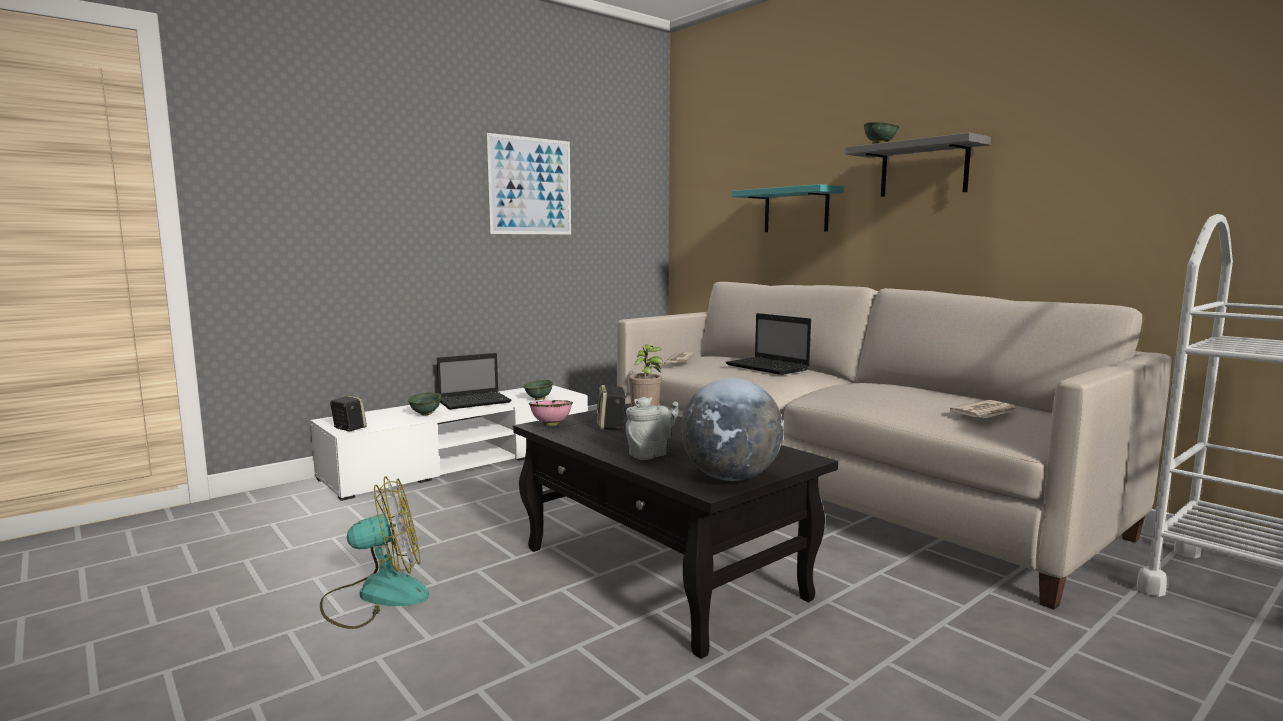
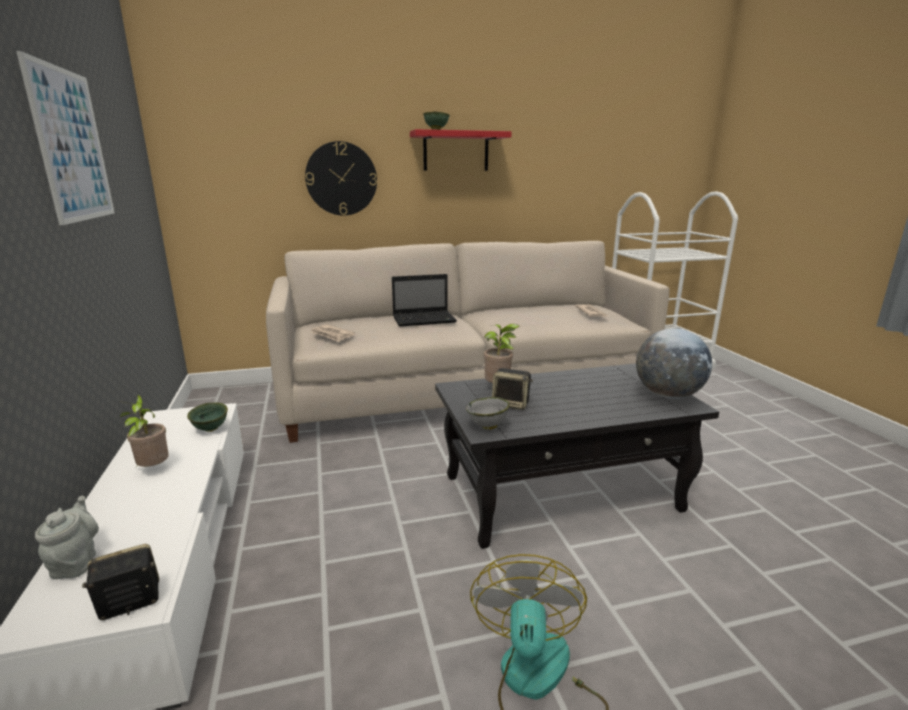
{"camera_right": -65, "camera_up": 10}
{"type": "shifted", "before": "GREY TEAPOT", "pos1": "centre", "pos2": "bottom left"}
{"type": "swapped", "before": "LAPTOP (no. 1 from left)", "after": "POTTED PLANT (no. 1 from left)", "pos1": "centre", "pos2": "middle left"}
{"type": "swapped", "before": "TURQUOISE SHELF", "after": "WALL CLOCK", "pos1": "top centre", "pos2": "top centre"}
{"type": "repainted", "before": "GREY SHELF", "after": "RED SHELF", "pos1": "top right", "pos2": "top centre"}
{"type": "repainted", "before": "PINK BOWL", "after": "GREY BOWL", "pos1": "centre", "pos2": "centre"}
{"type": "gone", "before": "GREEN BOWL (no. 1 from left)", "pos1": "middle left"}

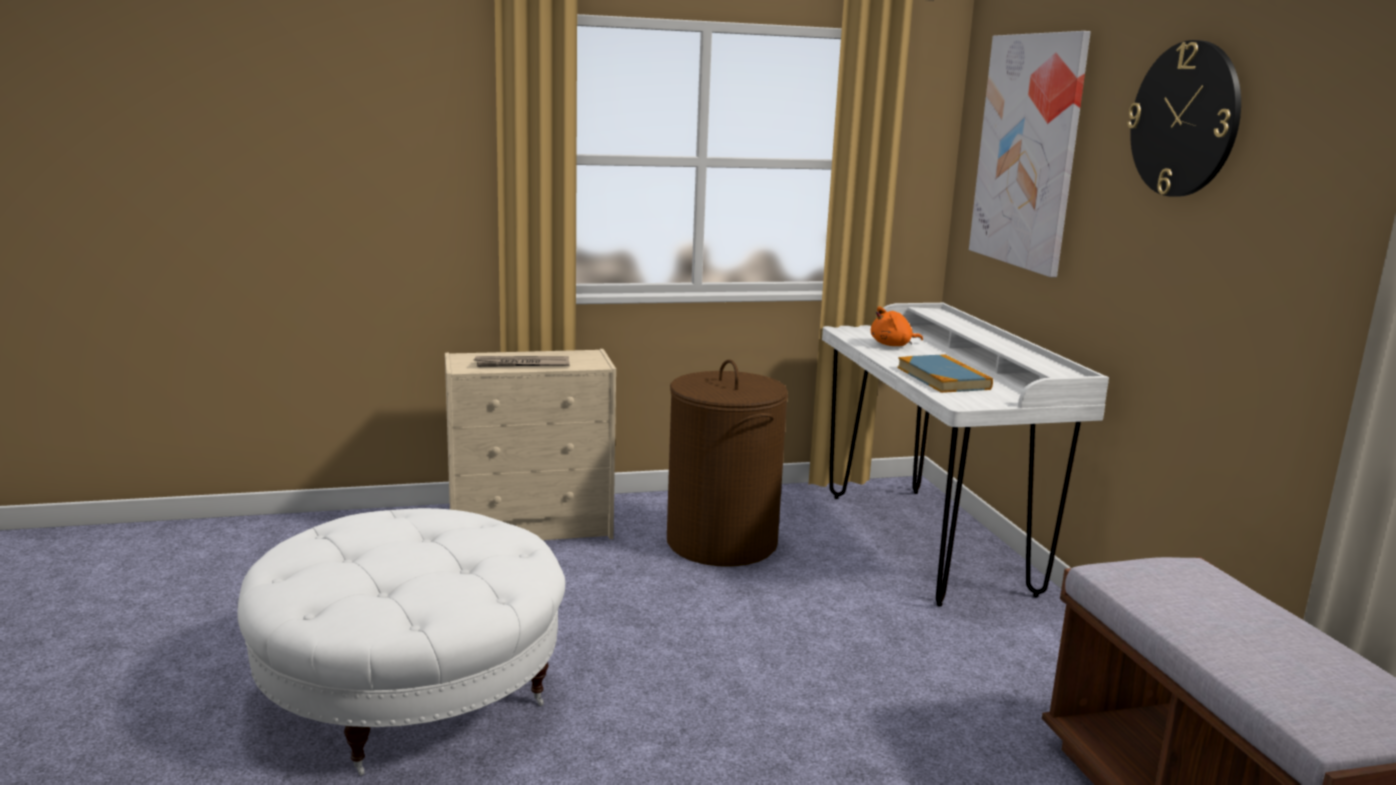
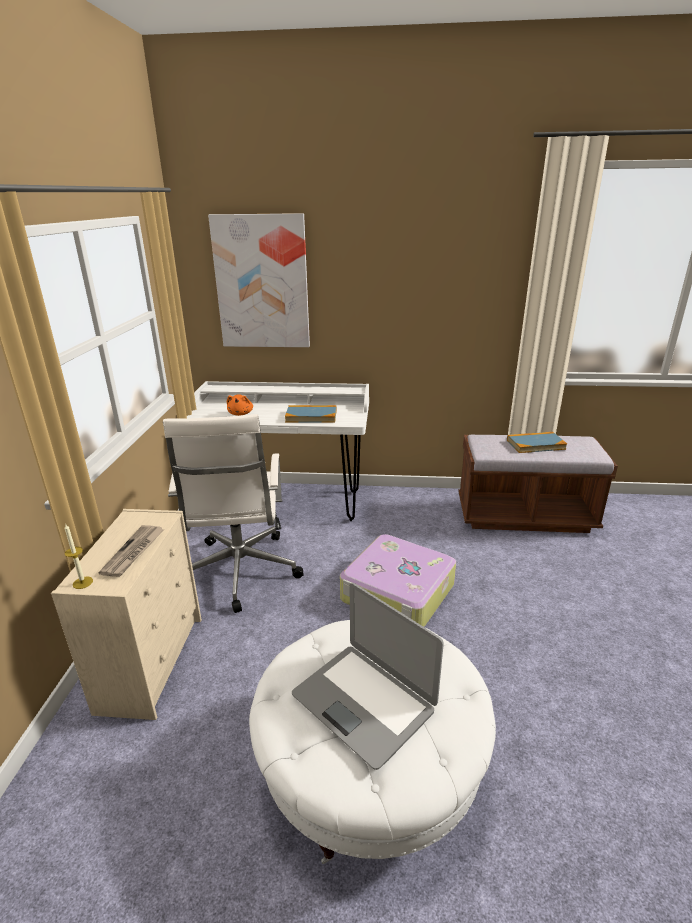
{"camera_right": -70, "camera_up": 10}
{"type": "new", "after": "CANDLE", "pos2": "middle left"}
{"type": "swapped", "before": "BROWN LAUNDRY BASKET", "after": "WHITE OFFICE CHAIR", "pos1": "centre", "pos2": "centre"}
{"type": "new", "after": "LAPTOP", "pos2": "bottom centre"}
{"type": "new", "after": "SUITCASE", "pos2": "centre"}
{"type": "new", "after": "BOOK (no. 2 from left)", "pos2": "middle right"}
{"type": "gone", "before": "WALL CLOCK", "pos1": "top right"}

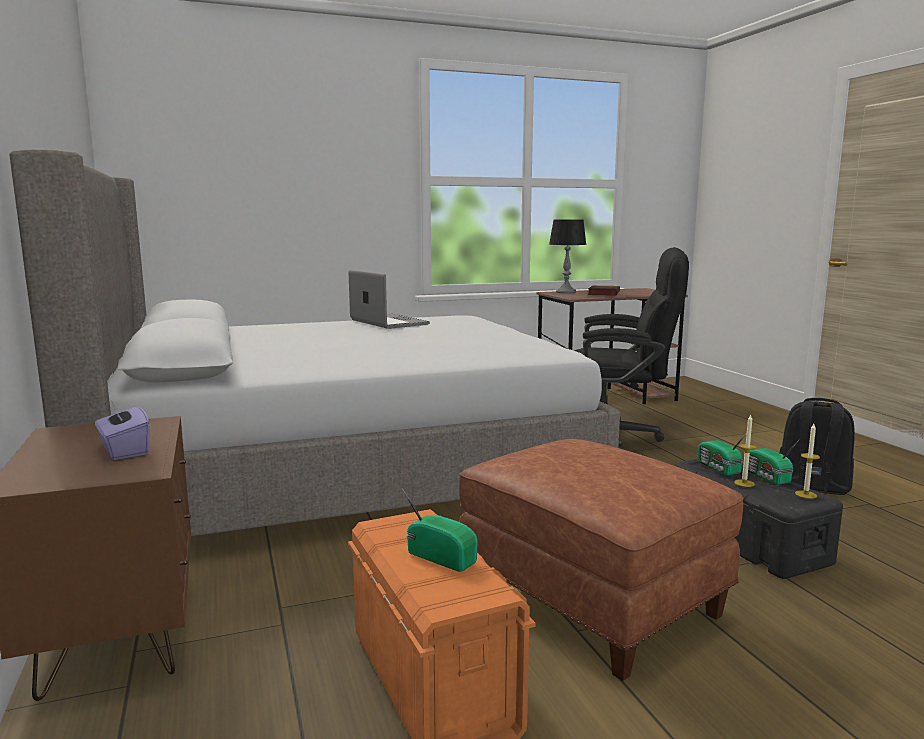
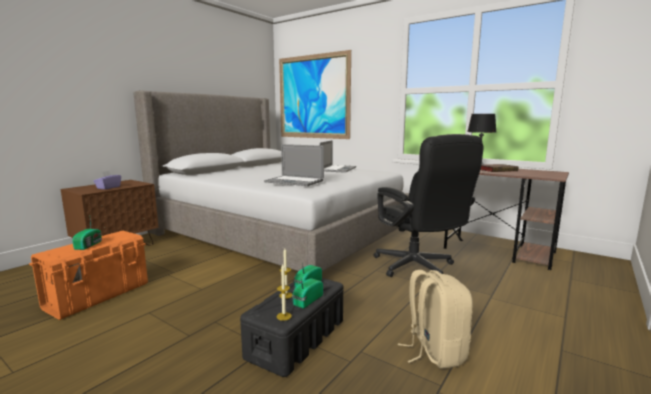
{"camera_right": 55, "camera_up": 0}
{"type": "new", "after": "LAPTOP (no. 1 from left)", "pos2": "centre"}
{"type": "new", "after": "PICTURE", "pos2": "top centre"}
{"type": "repainted", "before": "BLACK BACKPACK", "after": "BEIGE BACKPACK", "pos1": "middle right", "pos2": "bottom right"}
{"type": "gone", "before": "BROWN OTTOMAN", "pos1": "bottom centre"}

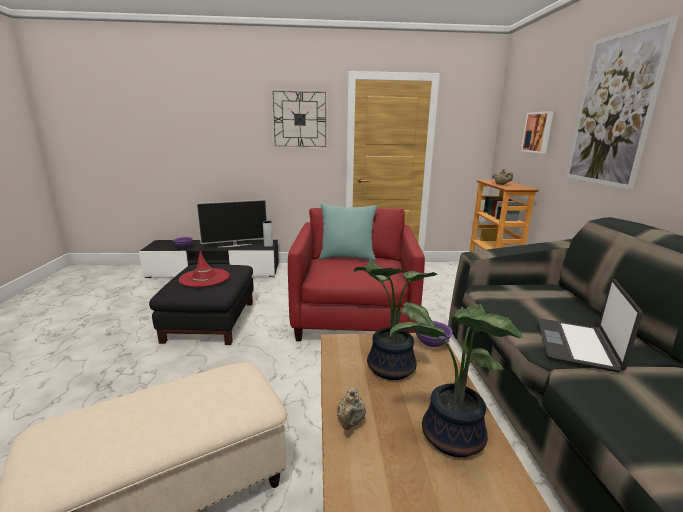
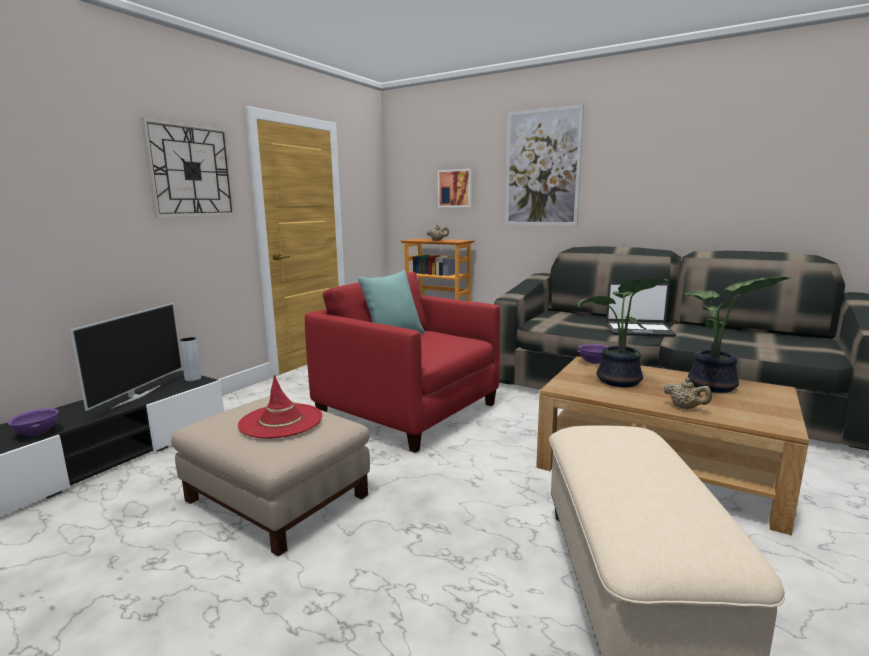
{"camera_right": -55, "camera_up": -5}
{"type": "repainted", "before": "BLACK OTTOMAN", "after": "BEIGE OTTOMAN (no. 1 from left)", "pos1": "middle left", "pos2": "bottom left"}
{"type": "rotated", "before": "LAPTOP", "pos1": "middle right", "pos2": "middle right", "turn": -45}

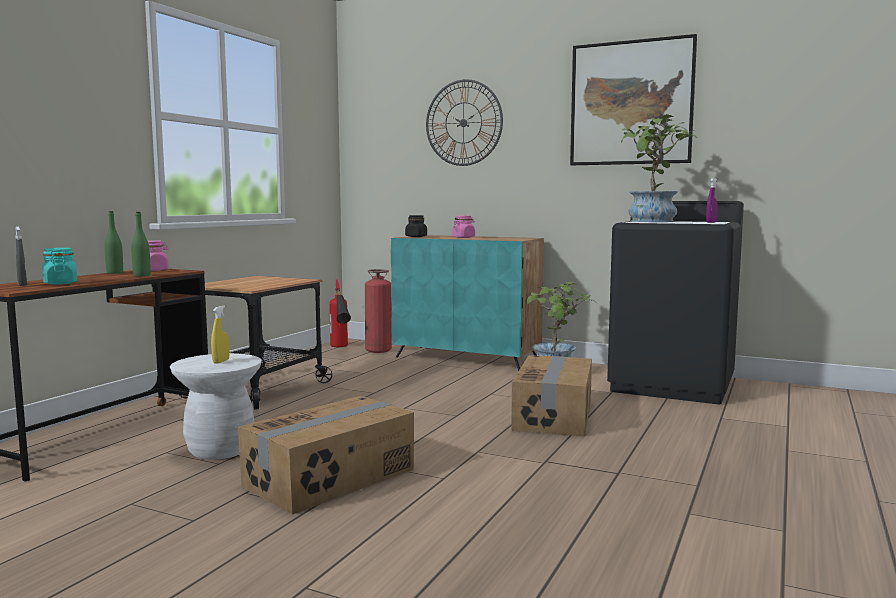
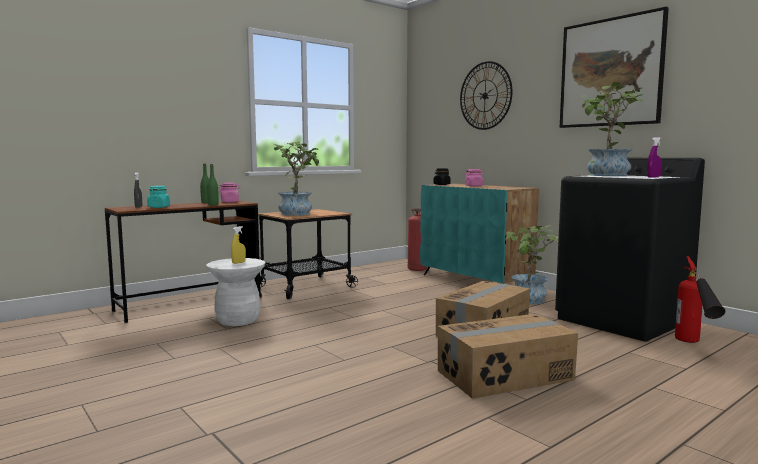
{"camera_right": 25, "camera_up": 0}
{"type": "new", "after": "POTTED PLANT (no. 1 from left)", "pos2": "centre"}
{"type": "shifted", "before": "CARDBOARD BOX (no. 1 from left in the first image)", "after": "CARDBOARD BOX (no. 2 from left)", "pos1": "bottom centre", "pos2": "bottom right"}
{"type": "shifted", "before": "FIRE EXTINGUISHER (no. 1 from left in the first image)", "after": "FIRE EXTINGUISHER (no. 2 from left)", "pos1": "centre", "pos2": "middle right"}

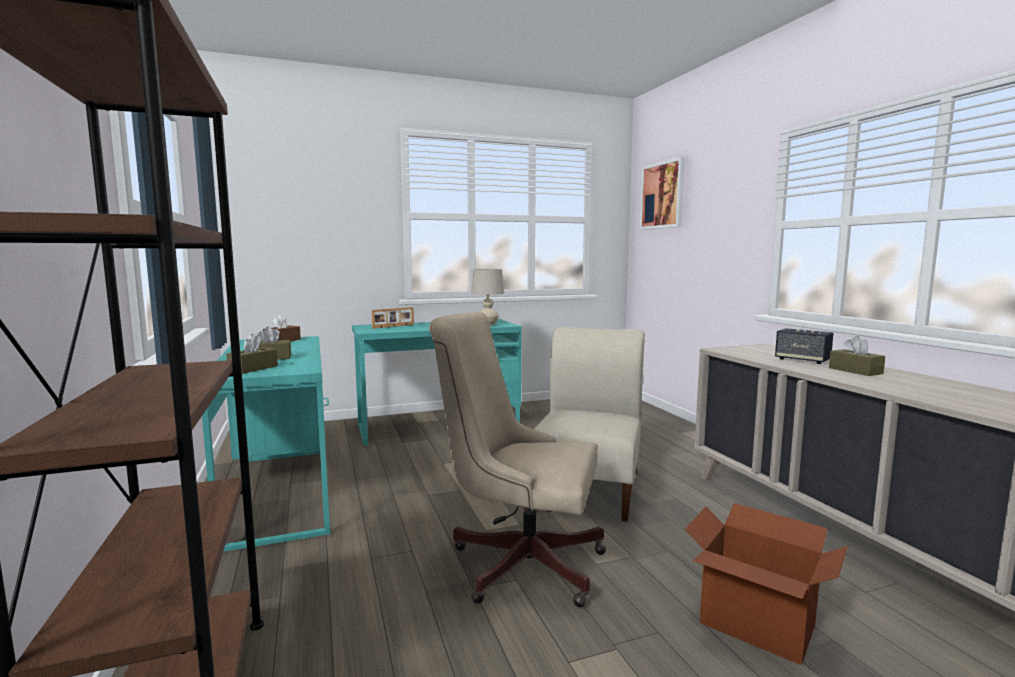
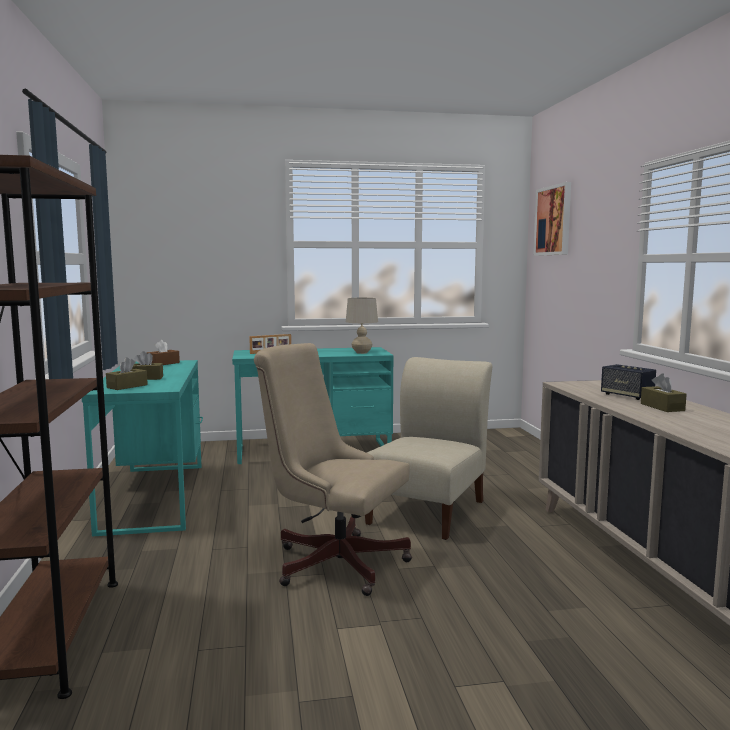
{"camera_right": 10, "camera_up": 0}
{"type": "gone", "before": "CARDBOARD BOX", "pos1": "bottom right"}

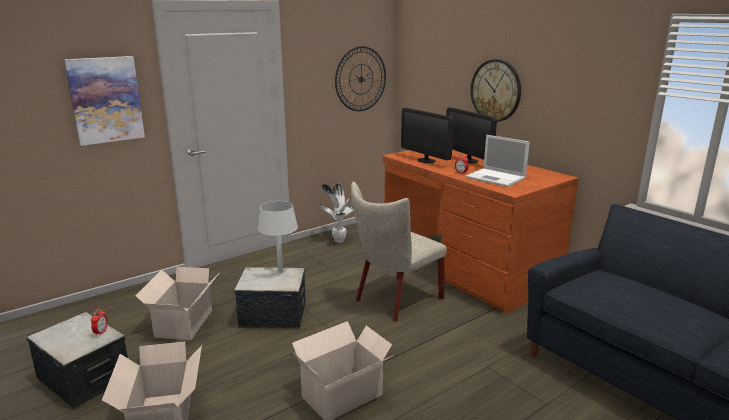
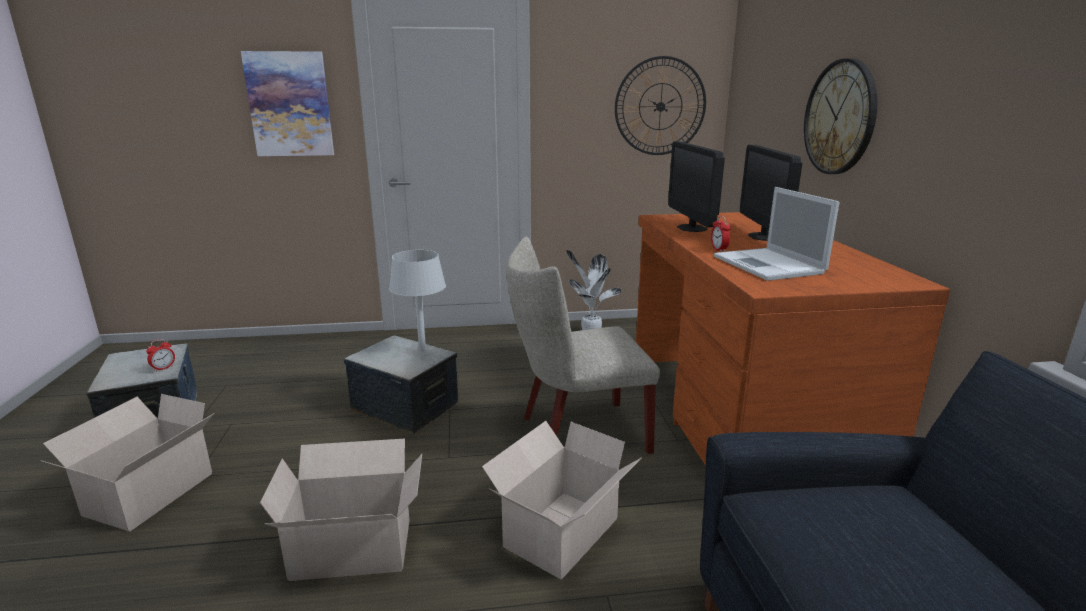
{"camera_right": 30, "camera_up": 0}
{"type": "shifted", "before": "CARDBOARD BOX (no. 2 from left in the first image)", "after": "CARDBOARD BOX (no. 3 from left)", "pos1": "bottom left", "pos2": "bottom centre"}

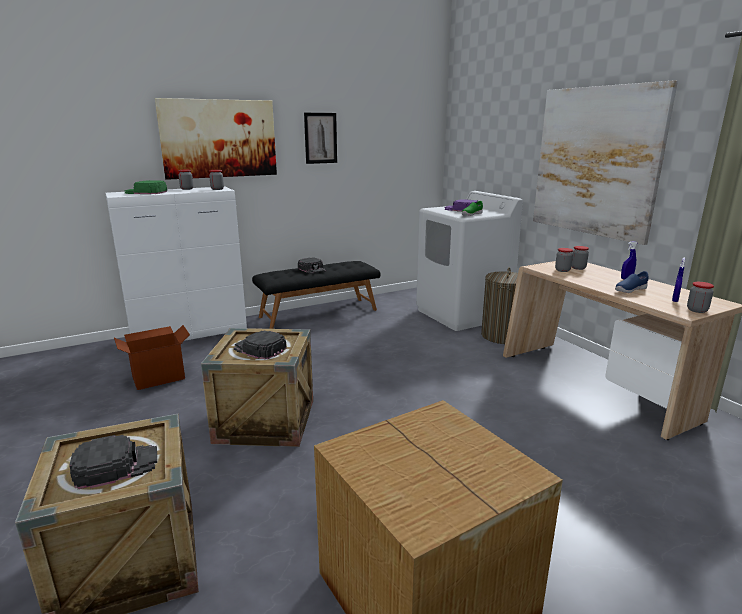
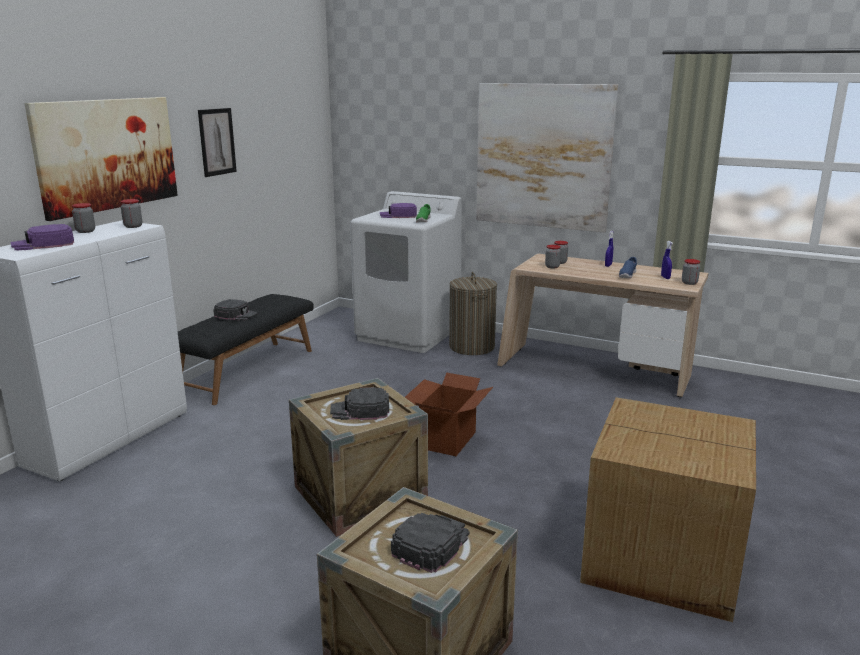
{"camera_right": -35, "camera_up": 0}
{"type": "repainted", "before": "GREEN CAP", "after": "PURPLE CAP (no. 1 from left)", "pos1": "top left", "pos2": "middle left"}
{"type": "shifted", "before": "CARDBOARD BOX (no. 1 from left)", "pos1": "middle left", "pos2": "centre"}

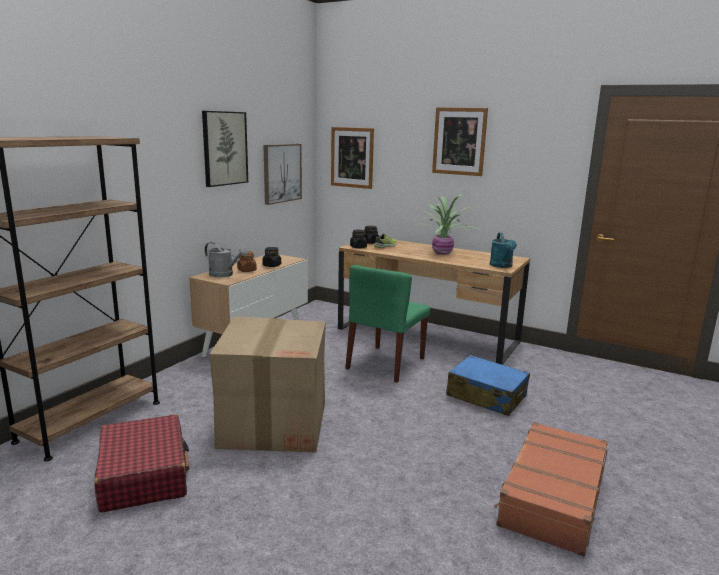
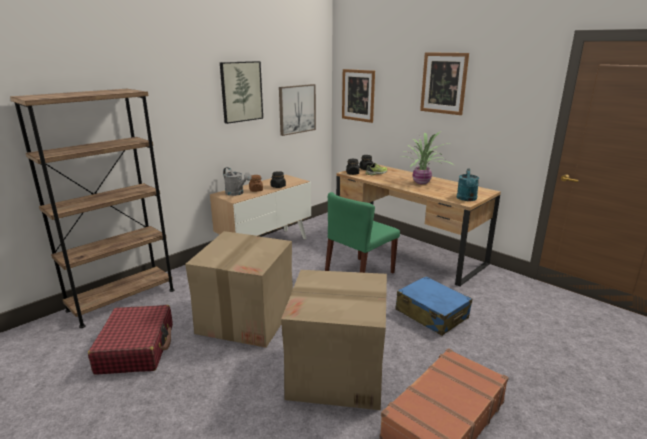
{"camera_right": 15, "camera_up": 5}
{"type": "new", "after": "CARDBOARD BOX (no. 2 from left)", "pos2": "bottom centre"}

